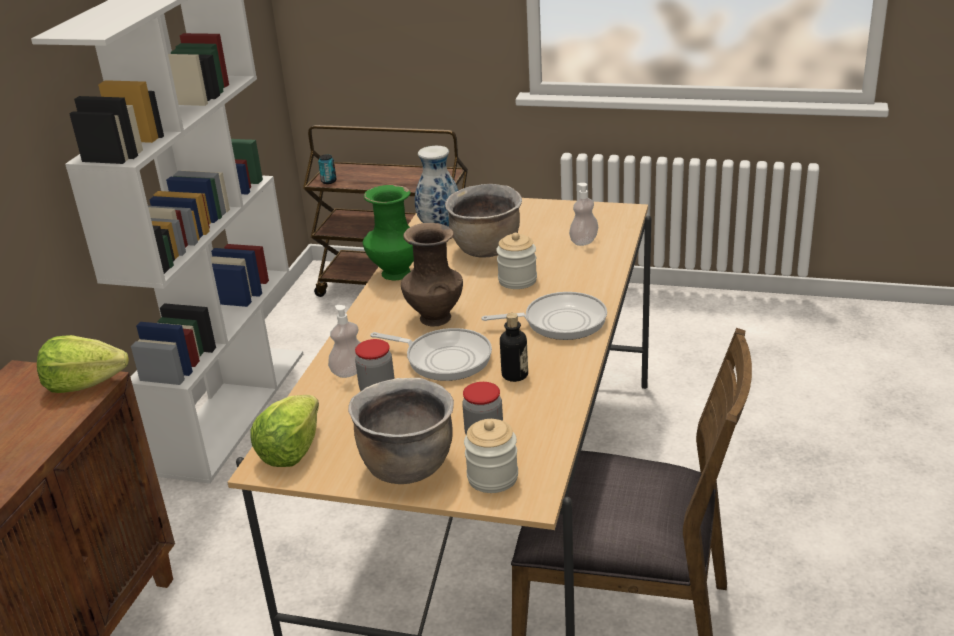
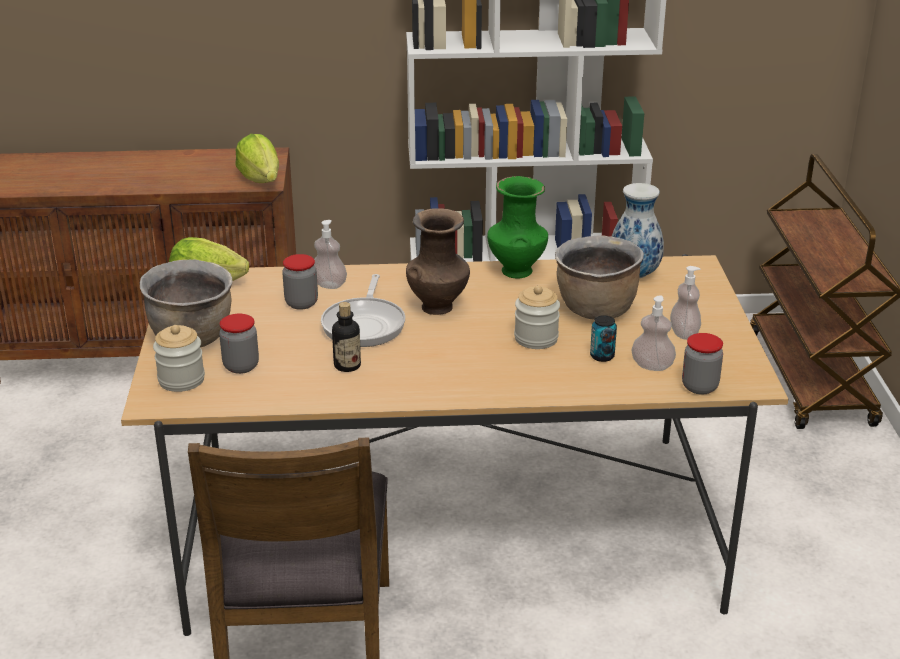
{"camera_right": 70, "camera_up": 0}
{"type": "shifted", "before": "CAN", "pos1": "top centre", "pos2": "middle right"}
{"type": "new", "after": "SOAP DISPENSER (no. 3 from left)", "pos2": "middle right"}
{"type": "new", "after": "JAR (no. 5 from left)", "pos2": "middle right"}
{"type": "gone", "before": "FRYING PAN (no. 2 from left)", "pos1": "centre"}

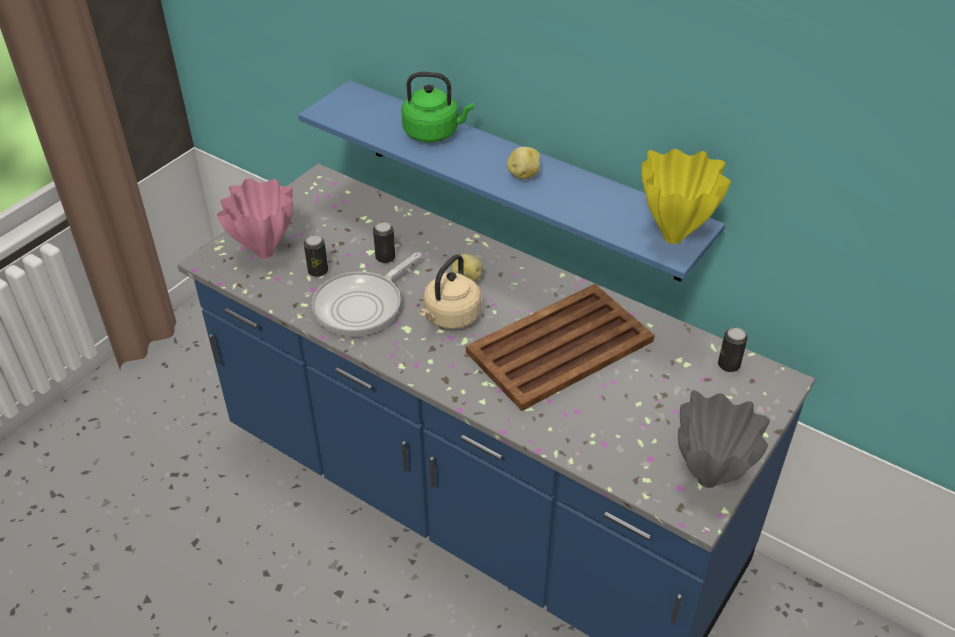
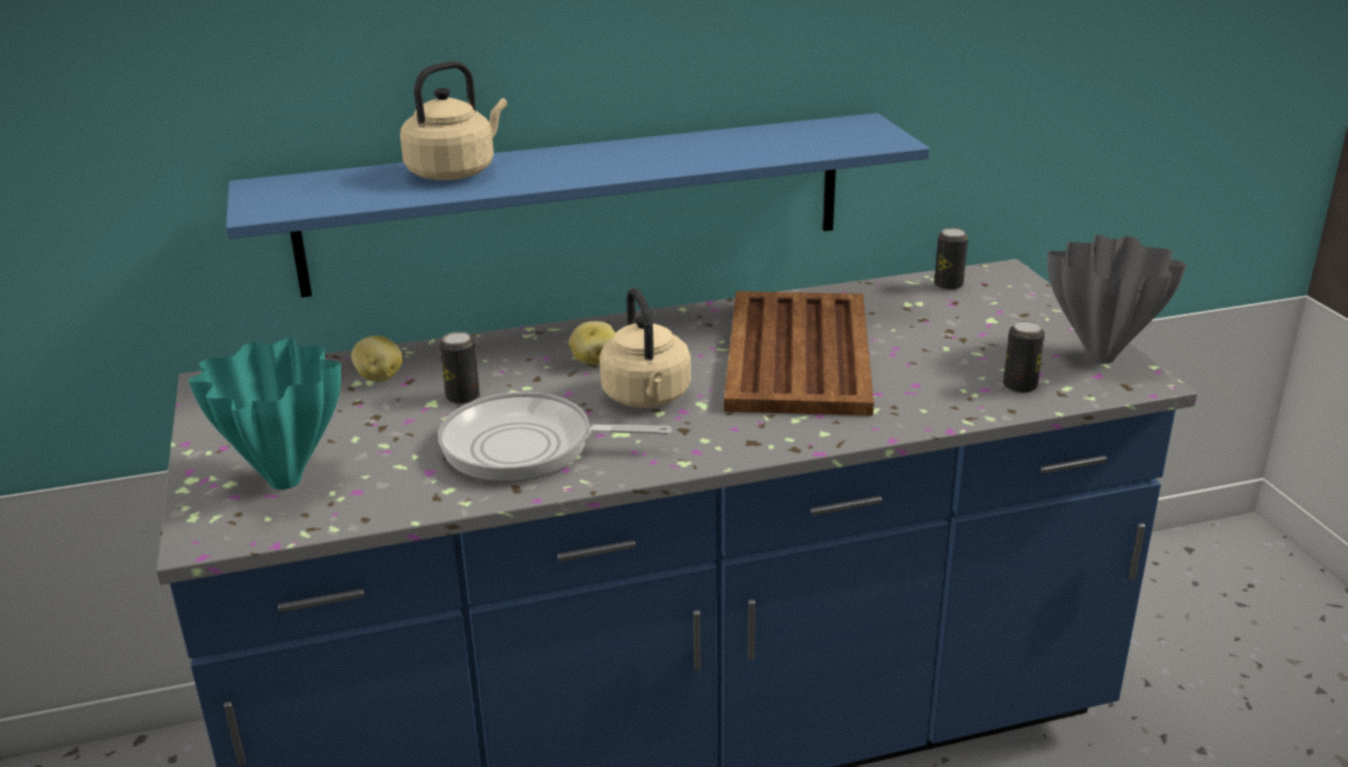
{"camera_right": -50, "camera_up": -15}
{"type": "repainted", "before": "PINK VASE", "after": "TURQUOISE VASE", "pos1": "middle left", "pos2": "middle left"}
{"type": "shifted", "before": "POTATO (no. 2 from left in the first image)", "after": "POTATO (no. 1 from left)", "pos1": "top centre", "pos2": "middle left"}
{"type": "repainted", "before": "GREEN KETTLE", "after": "BEIGE KETTLE (no. 1 from left)", "pos1": "top centre", "pos2": "top centre"}
{"type": "rotated", "before": "FRYING PAN", "pos1": "centre", "pos2": "centre", "turn": 105}
{"type": "shifted", "before": "CAN (no. 1 from left in the first image)", "after": "CAN (no. 3 from left)", "pos1": "middle left", "pos2": "middle right"}
{"type": "gone", "before": "YELLOW VASE", "pos1": "top right"}

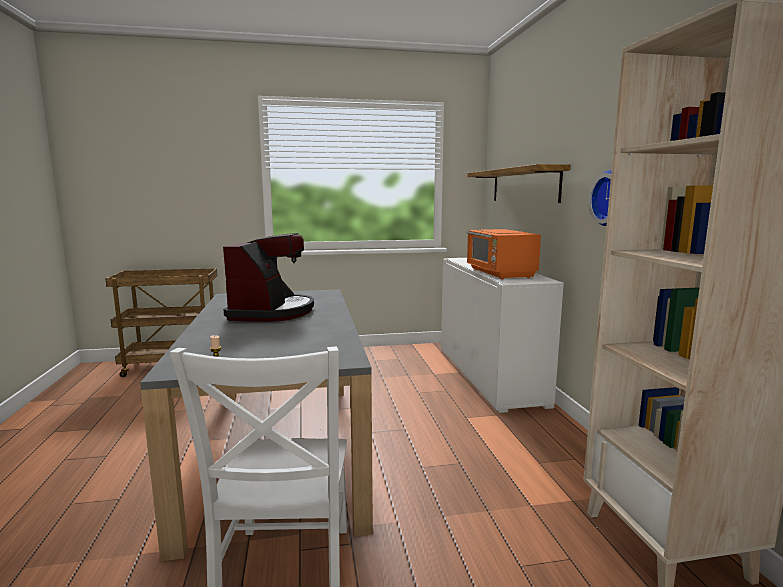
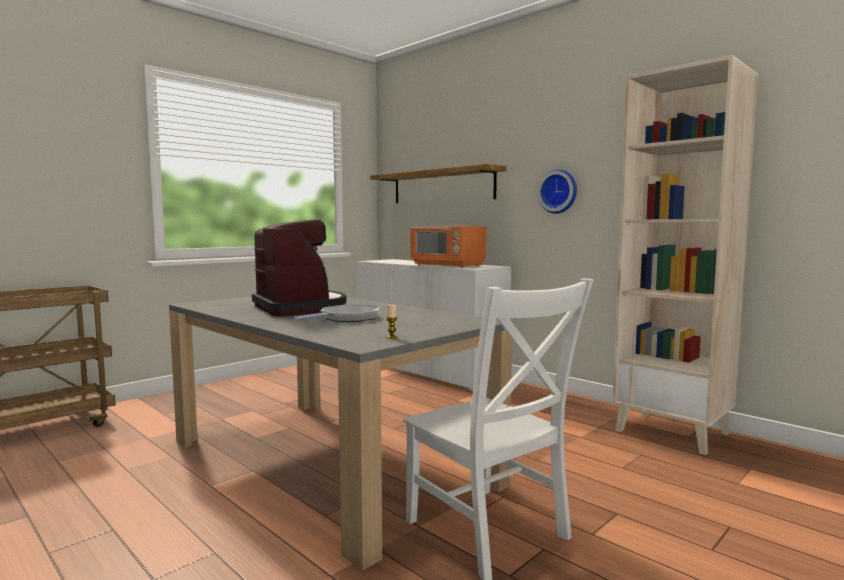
{"camera_right": -35, "camera_up": -5}
{"type": "new", "after": "FRYING PAN", "pos2": "centre"}

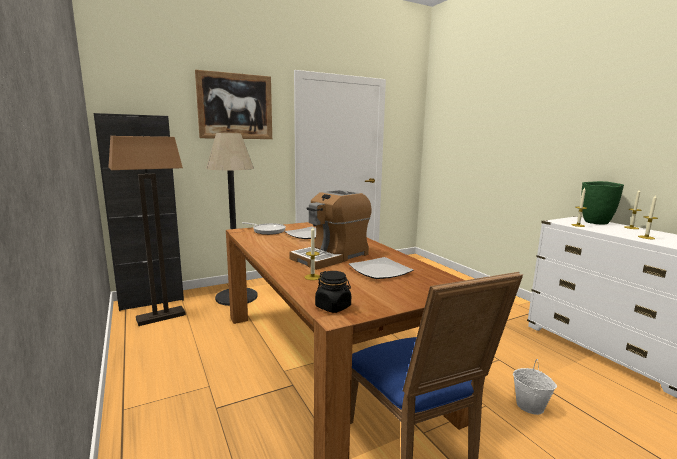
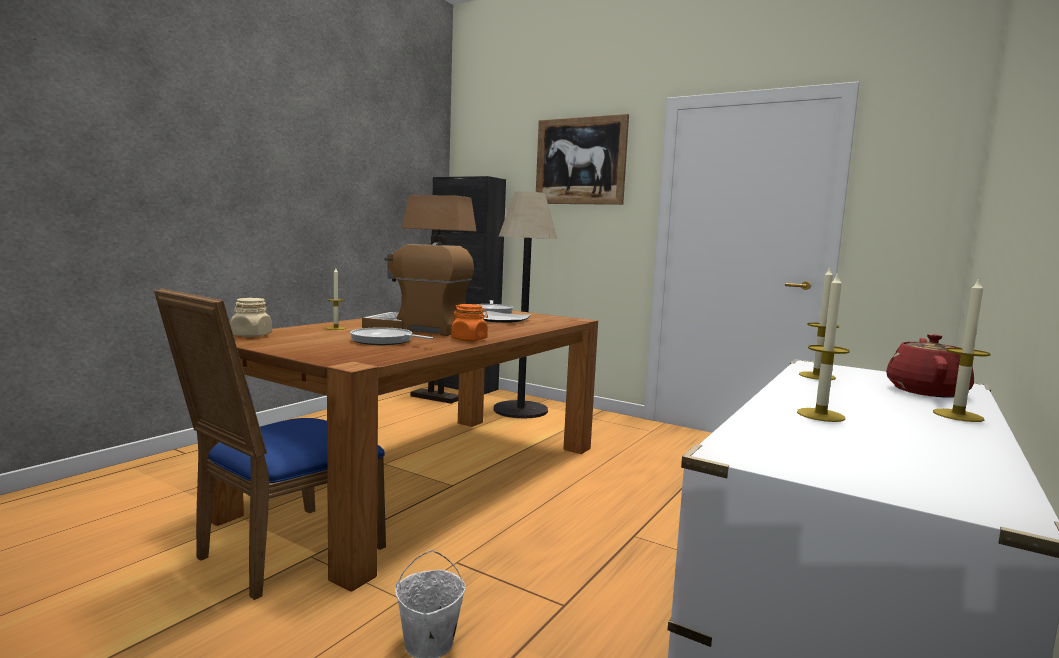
{"camera_right": 60, "camera_up": -5}
{"type": "repainted", "before": "BLACK JAR", "after": "BEIGE JAR", "pos1": "centre", "pos2": "middle left"}
{"type": "swapped", "before": "PLATE (no. 2 from left)", "after": "FRYING PAN (no. 1 from left)", "pos1": "centre", "pos2": "centre"}
{"type": "new", "after": "ORANGE JAR", "pos2": "centre"}
{"type": "swapped", "before": "GREEN VASE", "after": "RED TEAPOT", "pos1": "middle right", "pos2": "middle right"}

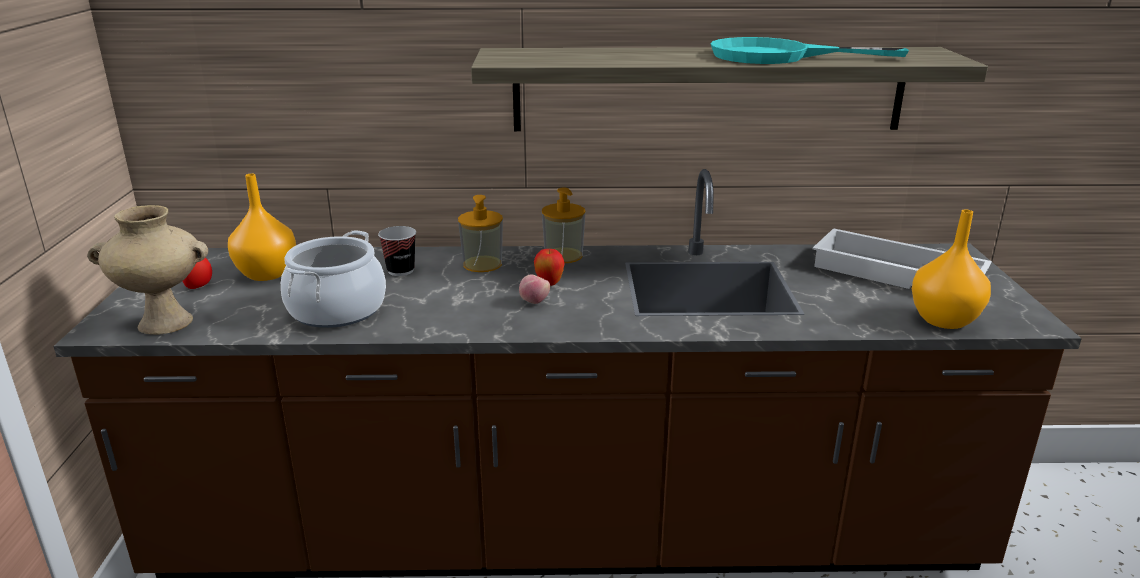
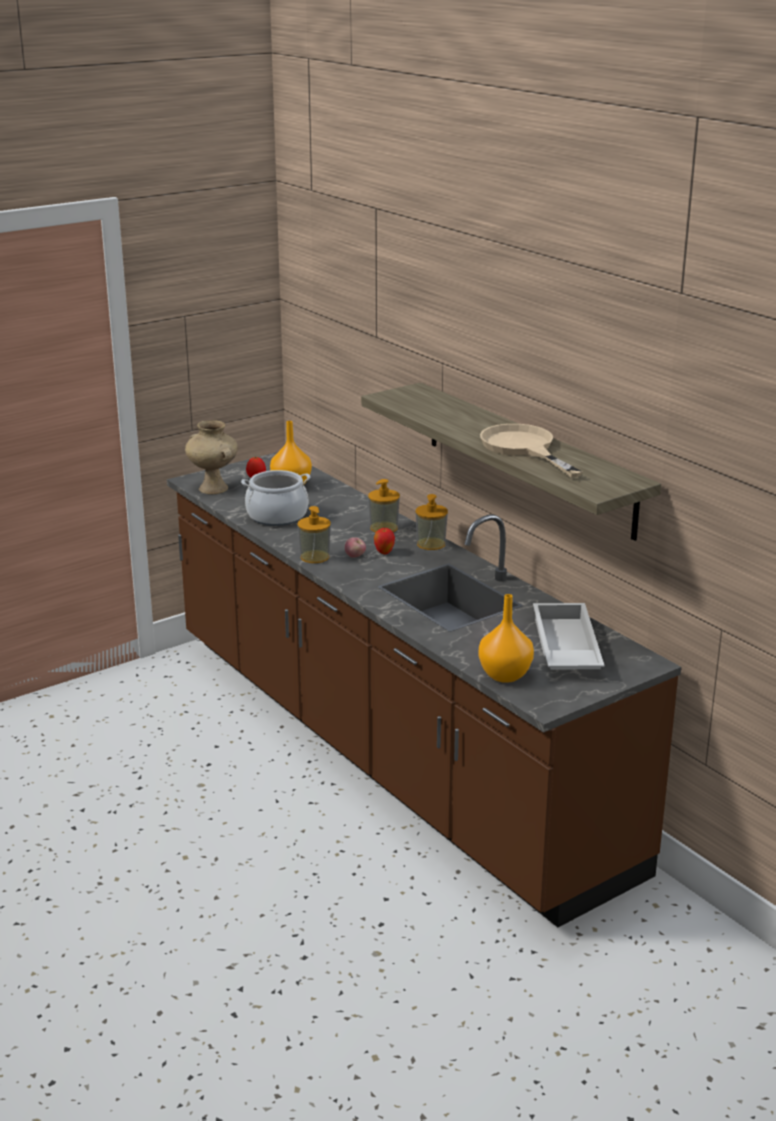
{"camera_right": 55, "camera_up": 0}
{"type": "new", "after": "SOAP DISPENSER (no. 1 from left)", "pos2": "centre"}
{"type": "repainted", "before": "TURQUOISE FRYING PAN", "after": "BEIGE FRYING PAN", "pos1": "top right", "pos2": "middle right"}
{"type": "gone", "before": "CUP", "pos1": "centre"}

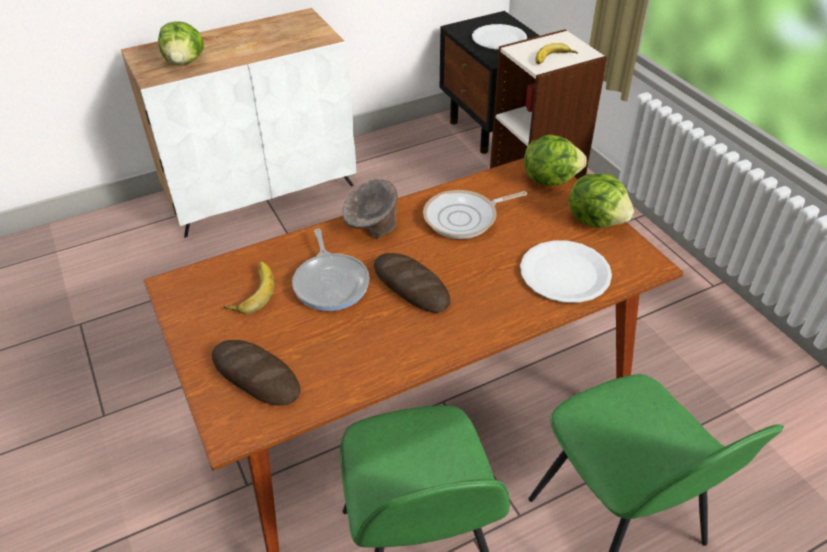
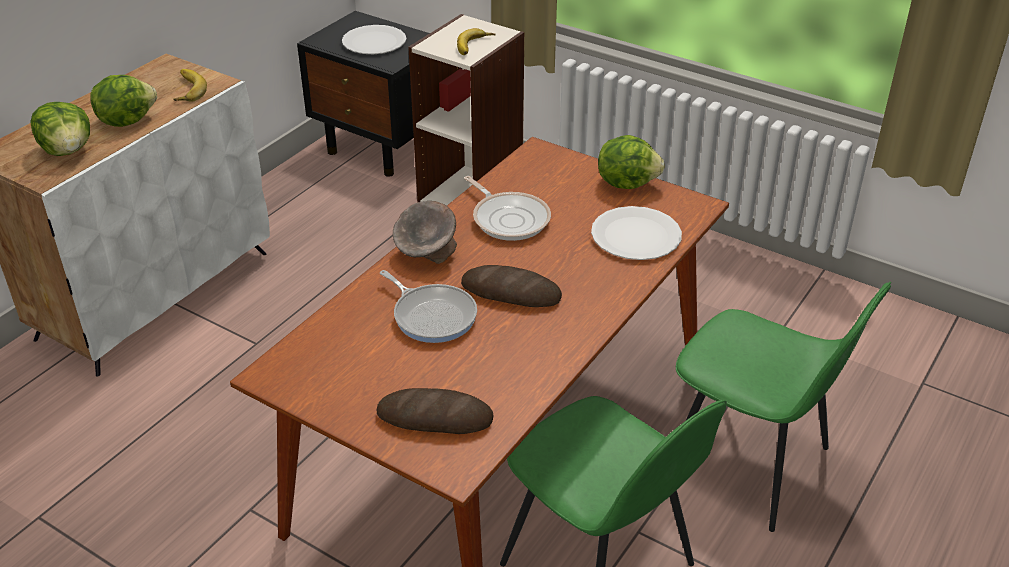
{"camera_right": -30, "camera_up": -5}
{"type": "shifted", "before": "LETTUCE (no. 2 from left)", "pos1": "top right", "pos2": "top left"}
{"type": "shifted", "before": "BANANA (no. 1 from left)", "pos1": "middle left", "pos2": "top left"}
{"type": "rotated", "before": "FRYING PAN (no. 2 from left)", "pos1": "centre", "pos2": "centre", "turn": -75}

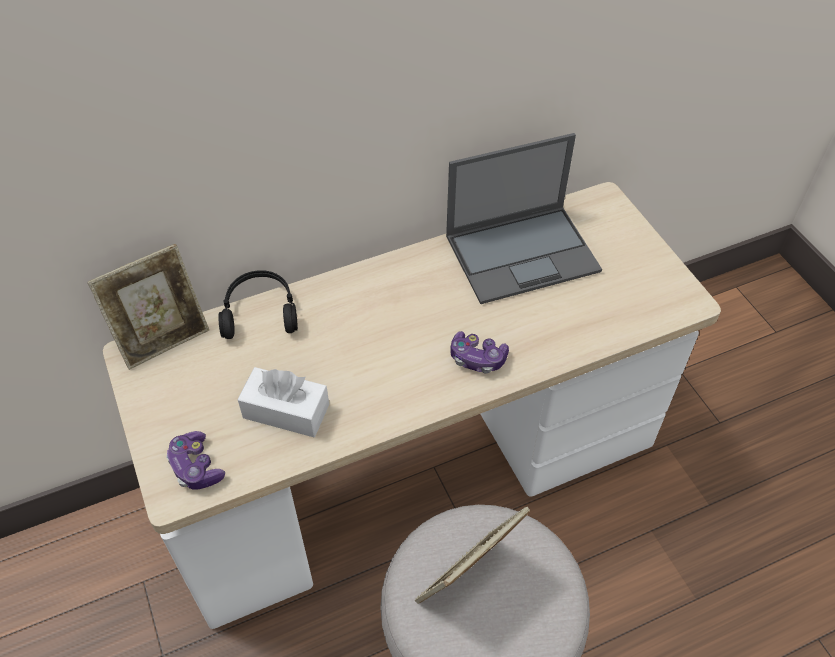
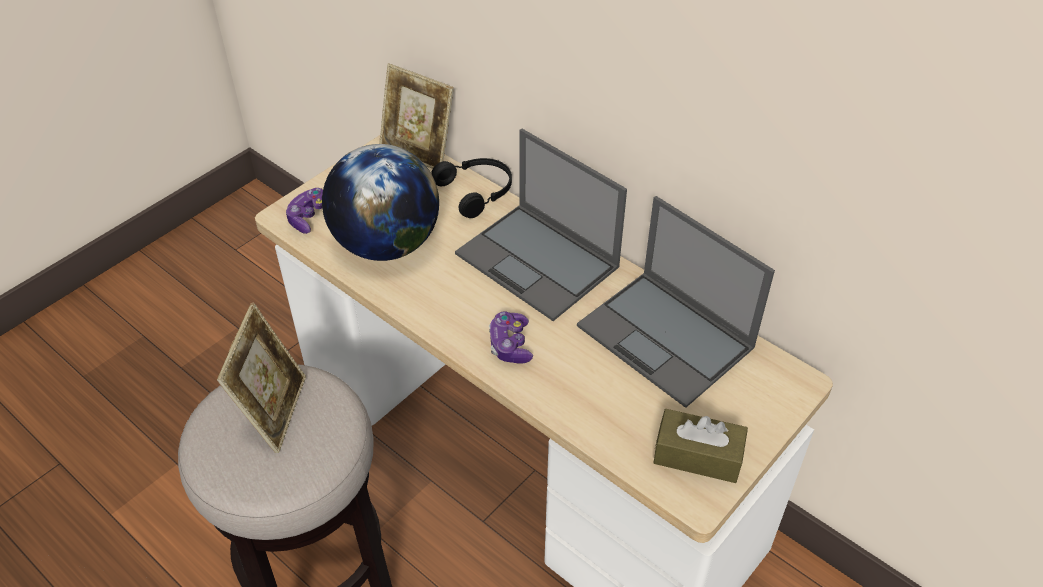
{"camera_right": 65, "camera_up": -5}
{"type": "rotated", "before": "PICTURE FRAME (no. 2 from left in the first image)", "pos1": "bottom centre", "pos2": "middle left", "turn": 75}
{"type": "swapped", "before": "WHITE TISSUE BOX", "after": "GLOBE", "pos1": "centre", "pos2": "centre"}
{"type": "new", "after": "LAPTOP (no. 1 from left)", "pos2": "centre"}
{"type": "new", "after": "BROWN TISSUE BOX", "pos2": "bottom right"}

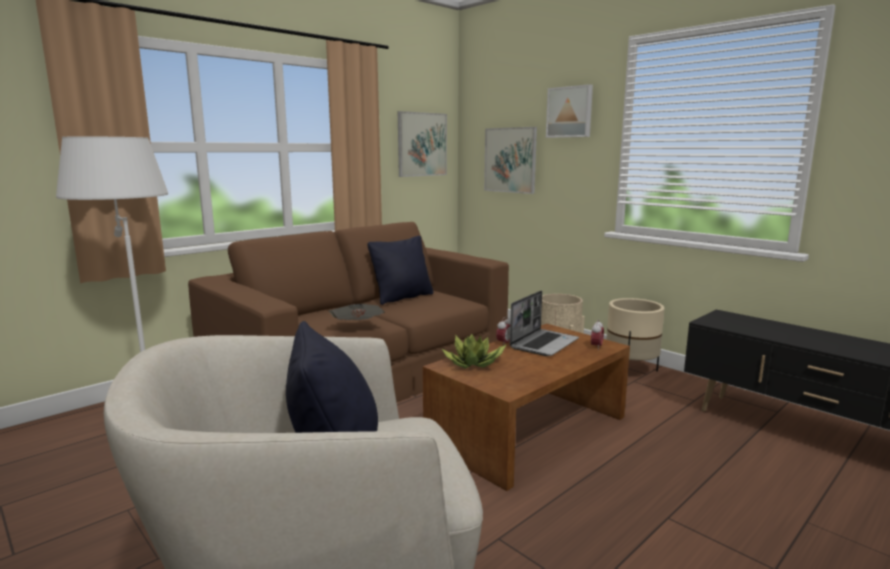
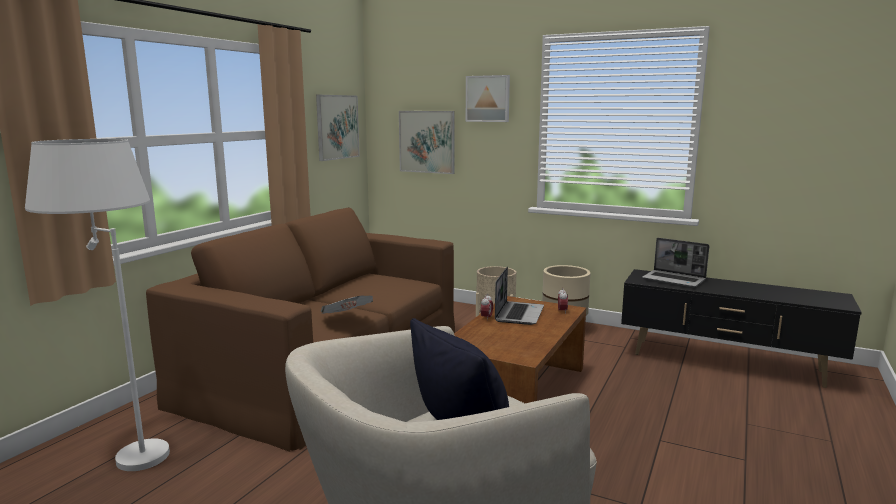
{"camera_right": -20, "camera_up": 0}
{"type": "new", "after": "LAPTOP (no. 2 from left)", "pos2": "middle right"}
{"type": "gone", "before": "BLACK PILLOW (no. 2 from left)", "pos1": "centre"}
{"type": "gone", "before": "POTTED PLANT", "pos1": "centre"}

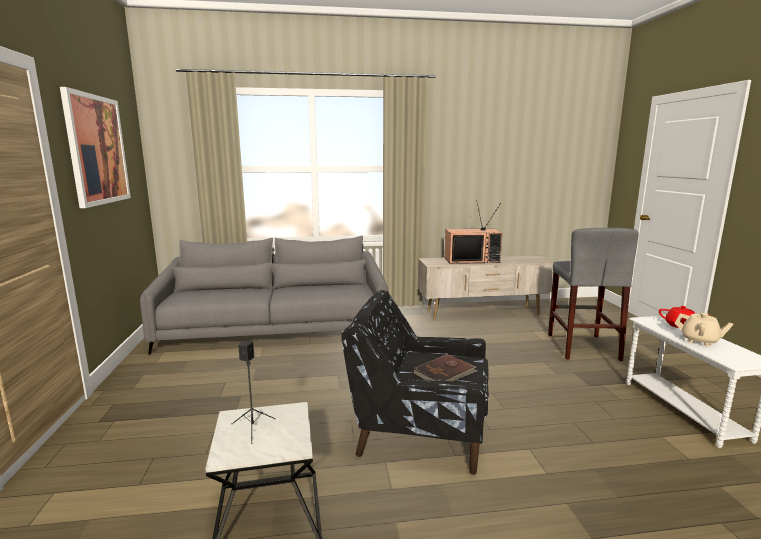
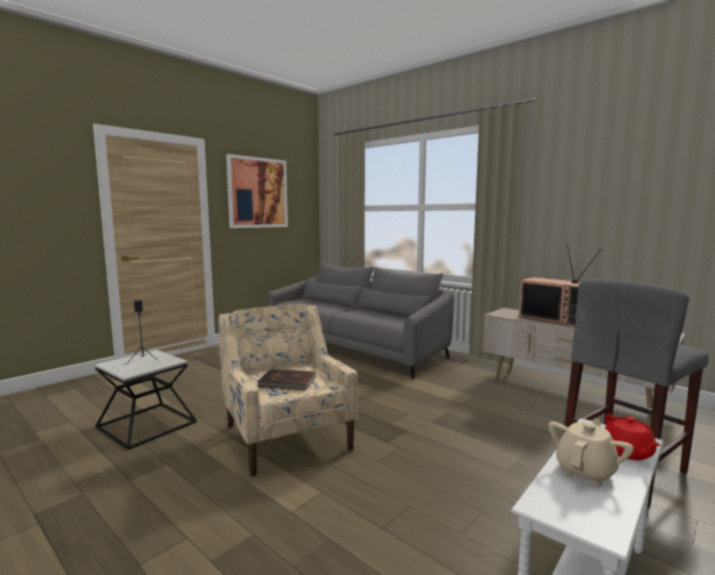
{"camera_right": 50, "camera_up": -5}
{"type": "repainted", "before": "BLACK ARMCHAIR", "after": "BEIGE ARMCHAIR", "pos1": "bottom centre", "pos2": "bottom centre"}
{"type": "rotated", "before": "BEIGE TEAPOT", "pos1": "middle right", "pos2": "bottom right", "turn": -135}

